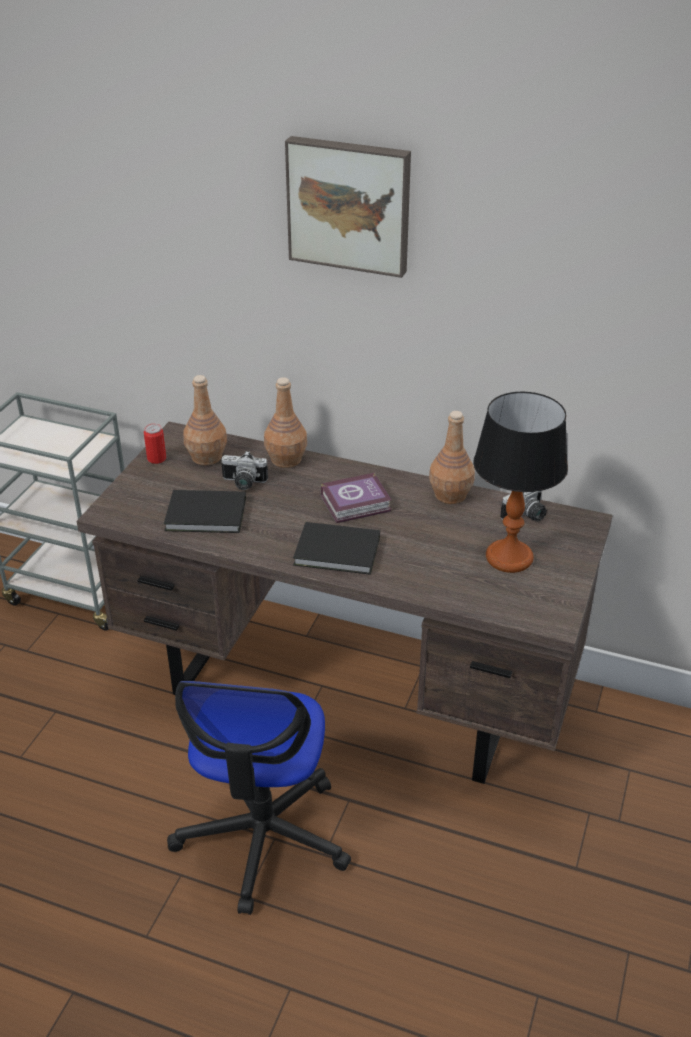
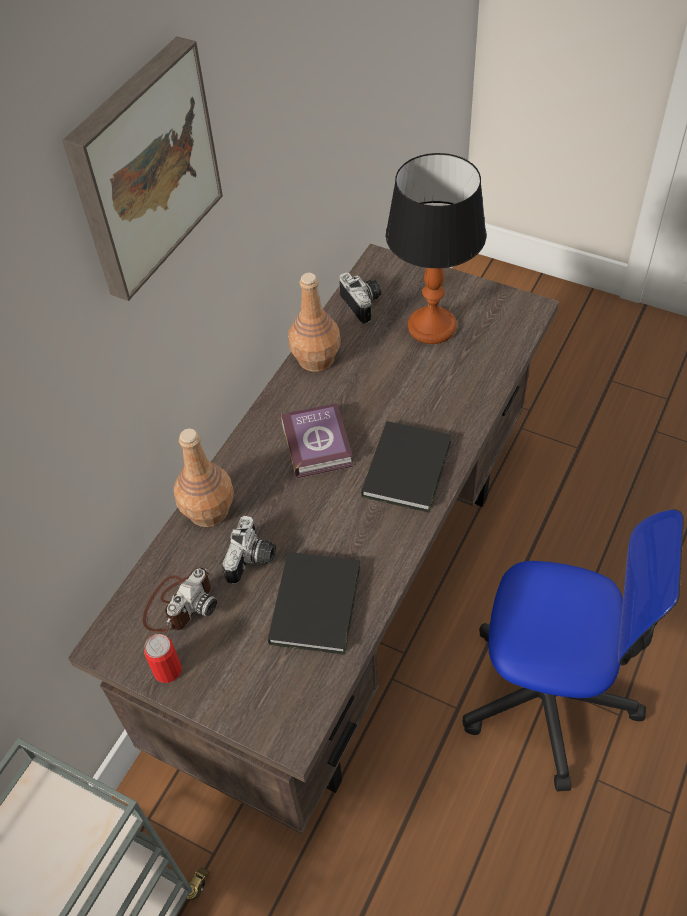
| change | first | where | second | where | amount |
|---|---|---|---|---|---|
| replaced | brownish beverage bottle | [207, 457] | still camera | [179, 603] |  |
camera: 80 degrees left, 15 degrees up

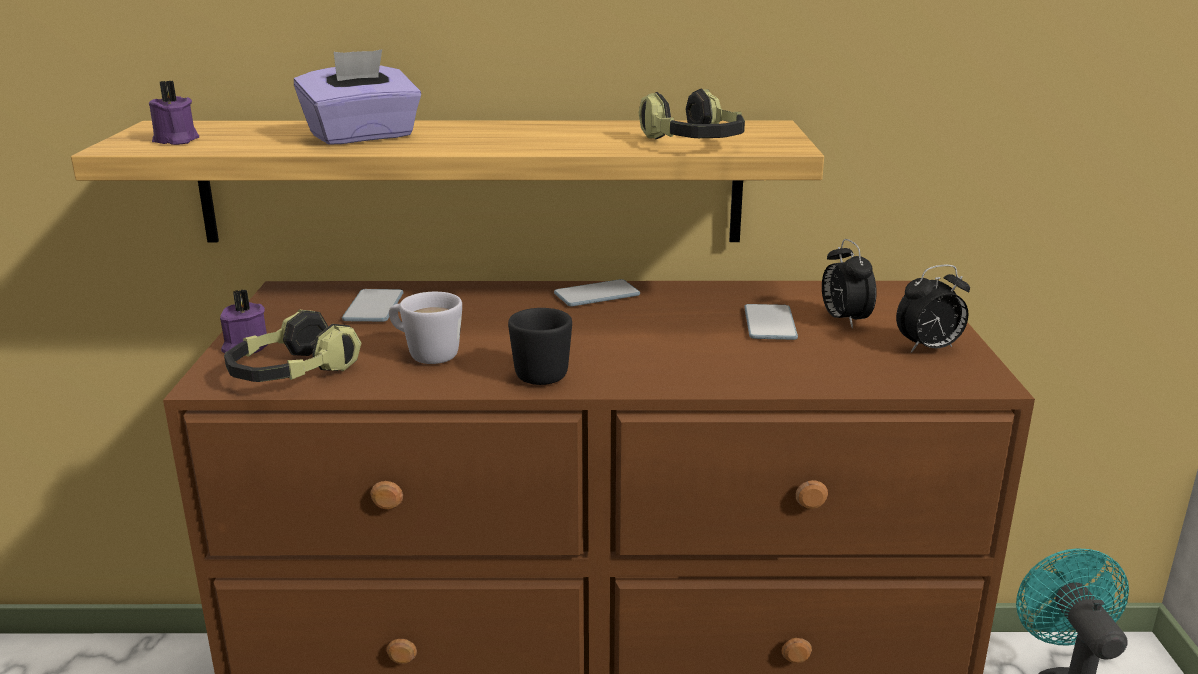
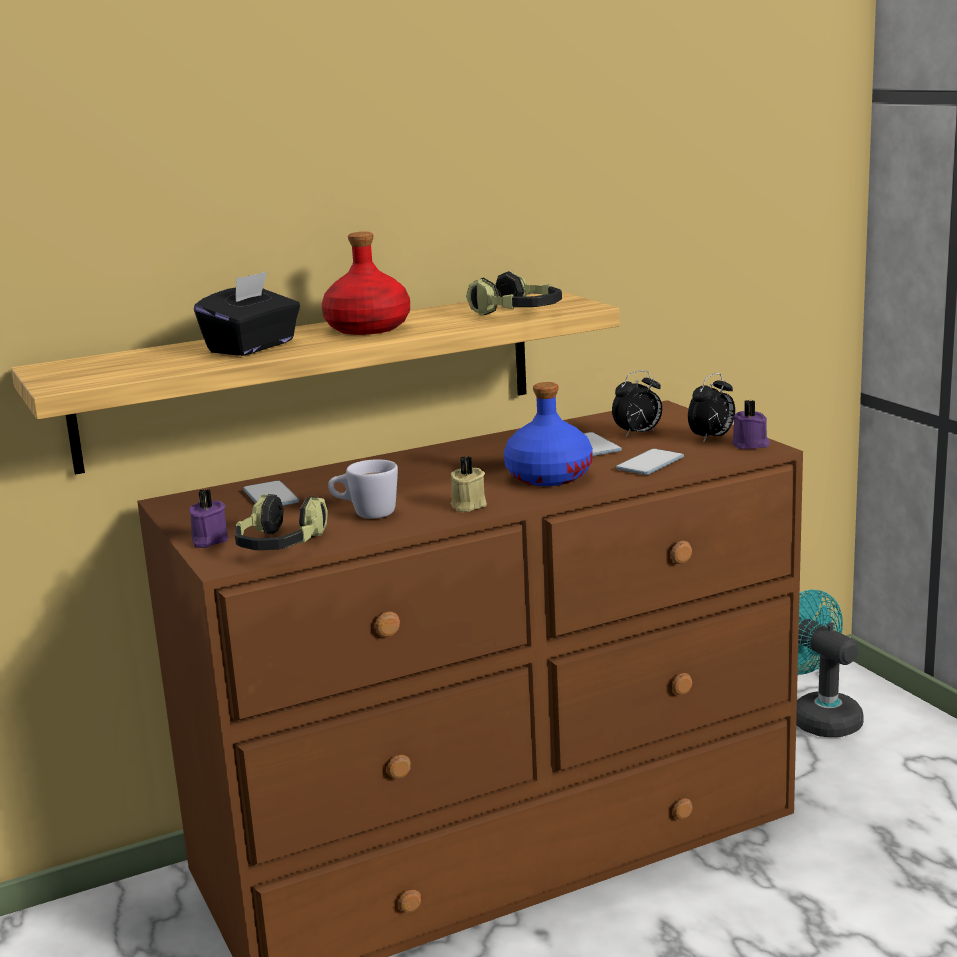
| change | first | where | second | where | amount |
|---|---|---|---|---|---|
| added |  |  | red beverage bottle | [369, 328] |  |
| added |  |  | blue-coloured beverage bottle | [548, 476] |  |
| moved | purplish wax light | [175, 140] |  | [751, 445] |  |
| moved | telephone | [596, 295] |  | [650, 464] |  |
| replaced | black-coloured tea mug | [536, 373] | beige wax light | [467, 506] |  |
| recoloured | purplish box of tissues | [362, 136] | black-coloured box of tissues | [252, 347] |  |
| turned | table clock | [844, 320] |  | [638, 434] | 75 degrees counterclockwise |
camera: 25 degrees left, 5 degrees down

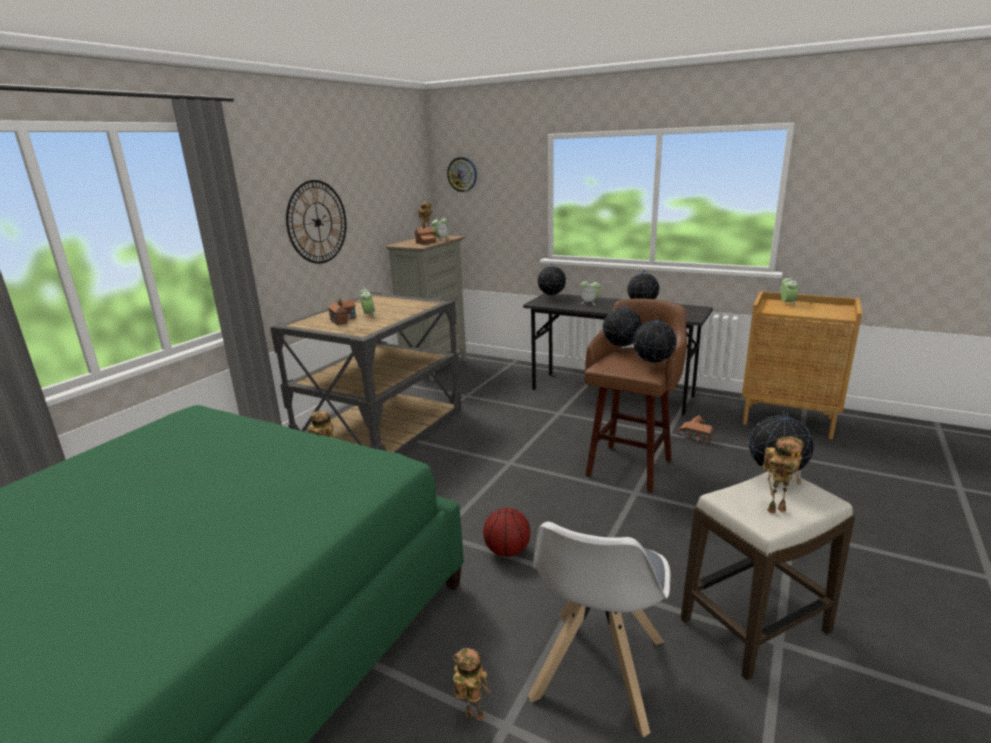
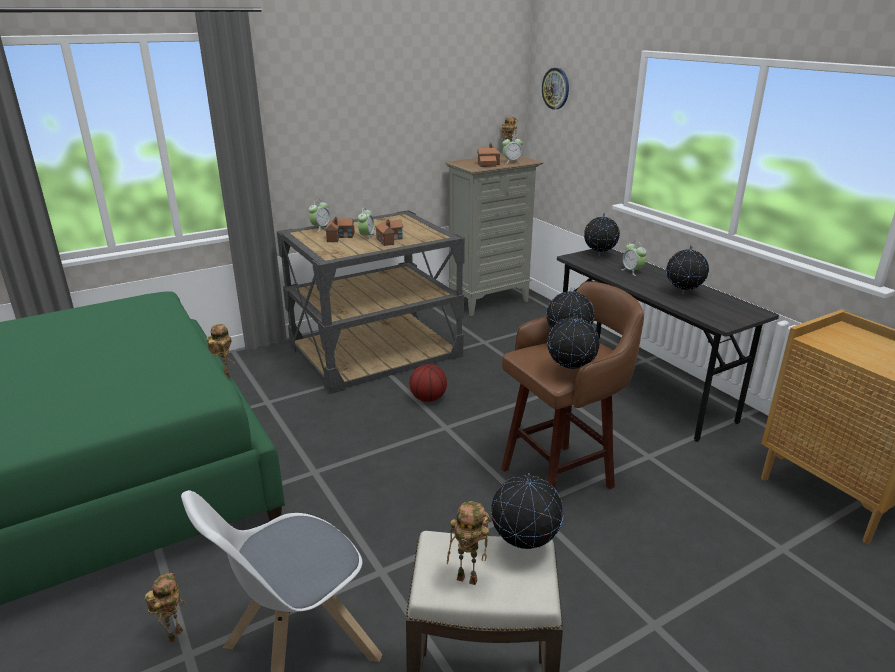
| change | first | where | second | where | amount |
|---|---|---|---|---|---|
| removed | wall clock | [317, 222] |  |  |  |
| moved | ball for basketball | [507, 551] |  | [428, 398] |  |
| moved | toy house | [695, 435] |  | [389, 239] |  |
| moved | table clock | [787, 303] |  | [320, 228] |  |
| turned | model robot | [472, 717] |  | [174, 634] | 60 degrees clockwise |
camera: 30 degrees right, 5 degrees up

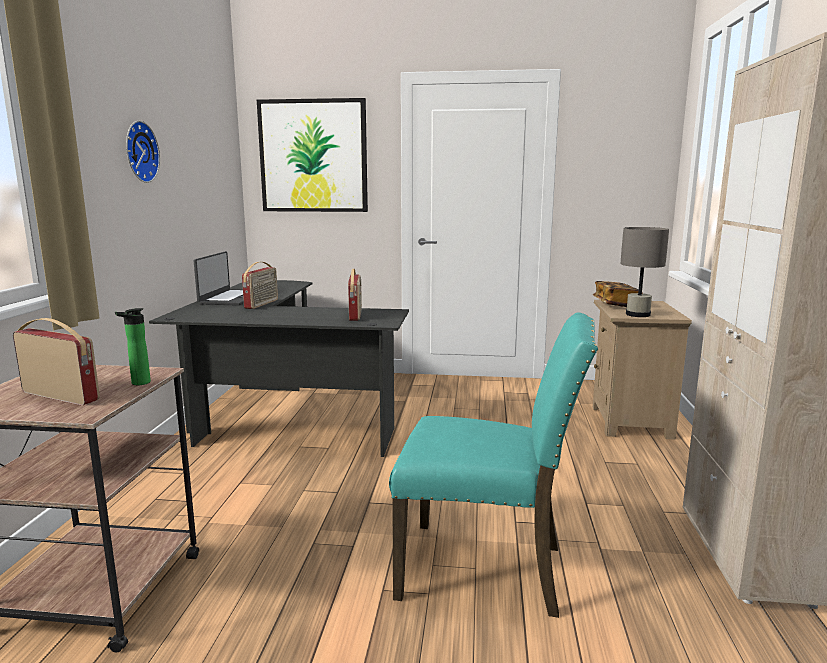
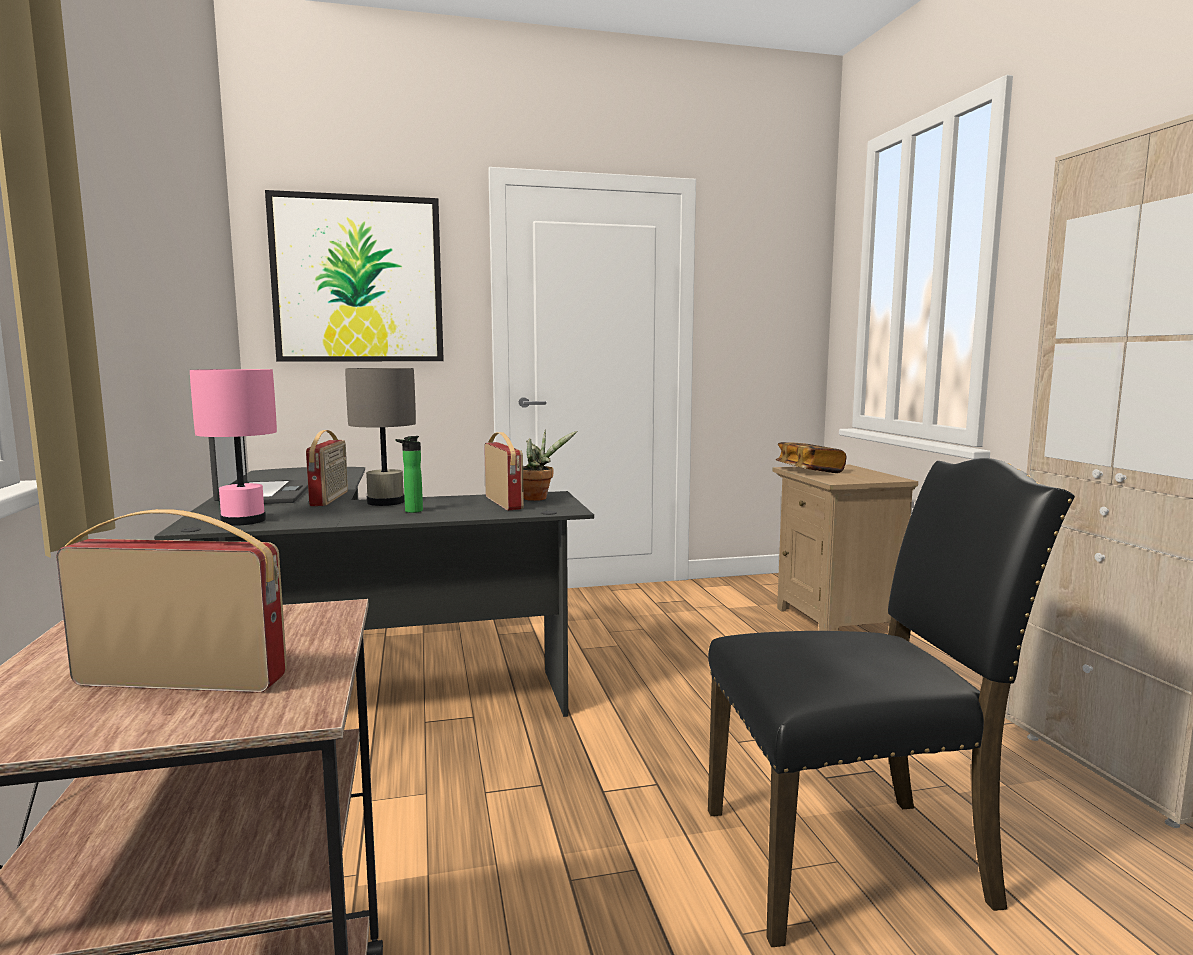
| change | first | where | second | where | amount |
|---|---|---|---|---|---|
| removed | wall clock | [138, 152] |  |  |  |
| added |  |  | pink-coloured table lamp | [244, 521] |  |
| added |  |  | plant in a pot | [538, 498] |  |
| moved | beverage bottle | [138, 383] |  | [411, 511] |  |
| moved | gray table lamp | [638, 314] |  | [386, 502] |  |
| recoloured | turquoise plain chair | [486, 569] | black-coloured plain chair | [853, 859] |  |
camera: 20 degrees left, 5 degrees down

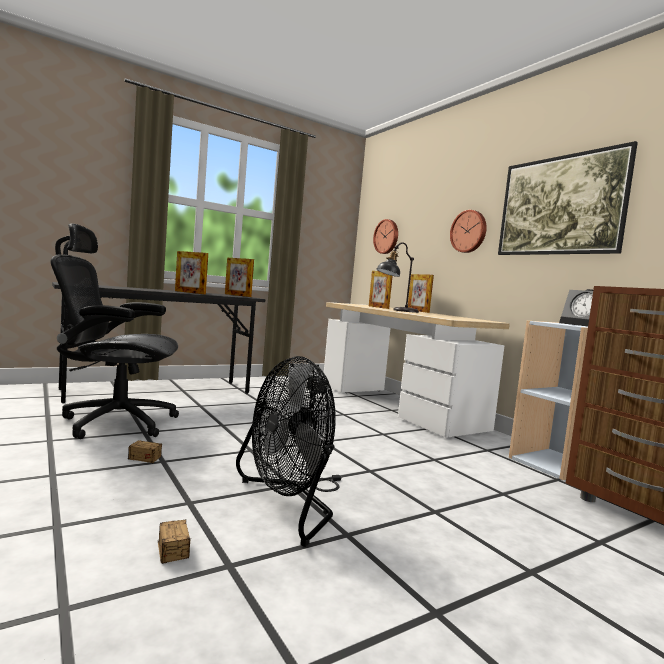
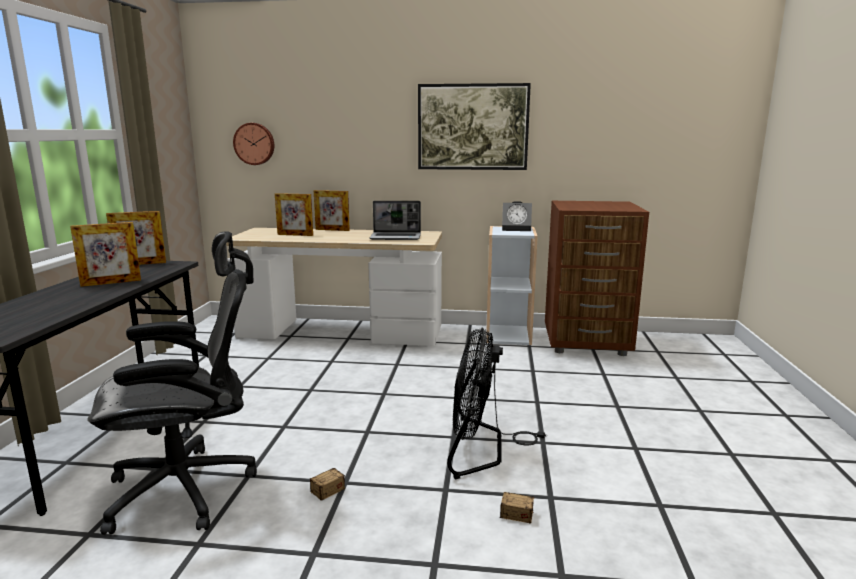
| change | first | where | second | where | amount |
|---|---|---|---|---|---|
| removed | gray table lamp | [396, 310] |  |  |  |
| removed | wall clock | [469, 231] |  |  |  |
| added |  |  | laptop | [396, 237] |  |
| turned | desk chair | [113, 422] |  | [189, 489] | 150 degrees counterclockwise |
| turned | black-coloured electric fan | [293, 502] |  | [483, 445] | 90 degrees clockwise |
camera: 50 degrees left, 10 degrees up

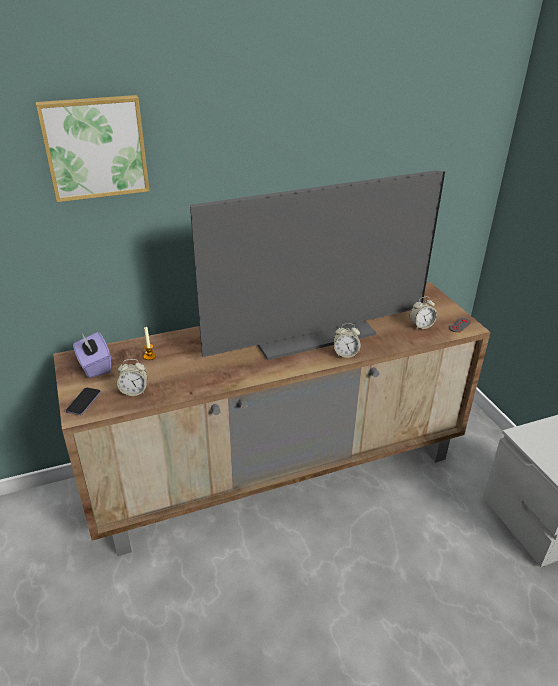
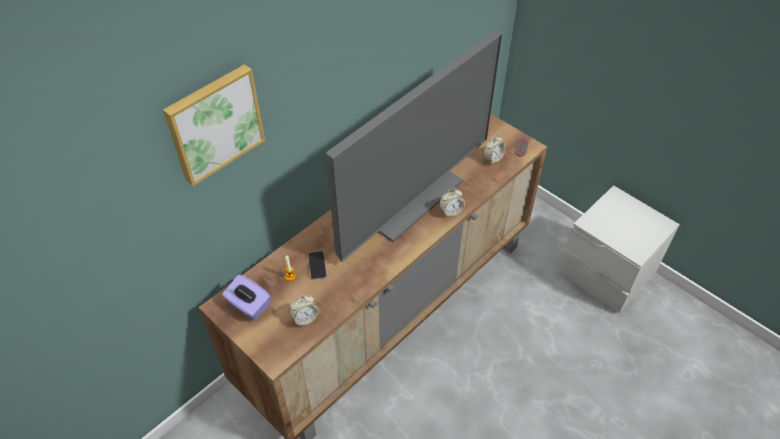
| change | first | where | second | where | amount |
|---|---|---|---|---|---|
| moved | telephone | [83, 402] |  | [317, 266] |  |
camera: 25 degrees left, 15 degrees up

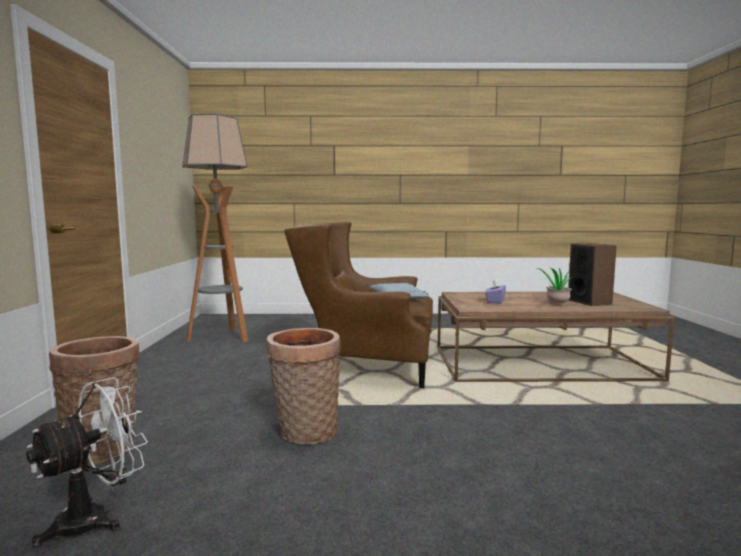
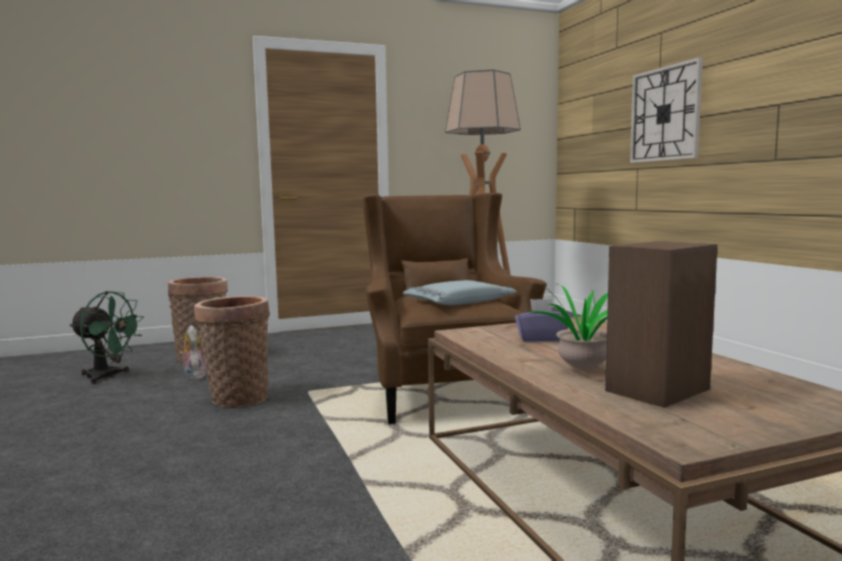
| change | first | where | second | where | amount |
|---|---|---|---|---|---|
| added |  |  | plush toy | [193, 376] |  |
| added |  |  | wall clock | [665, 114] |  |
| recoloured | white-coloured electric fan | [95, 518] | green-coloured electric fan | [108, 377] |  |
camera: 70 degrees right, 0 degrees up

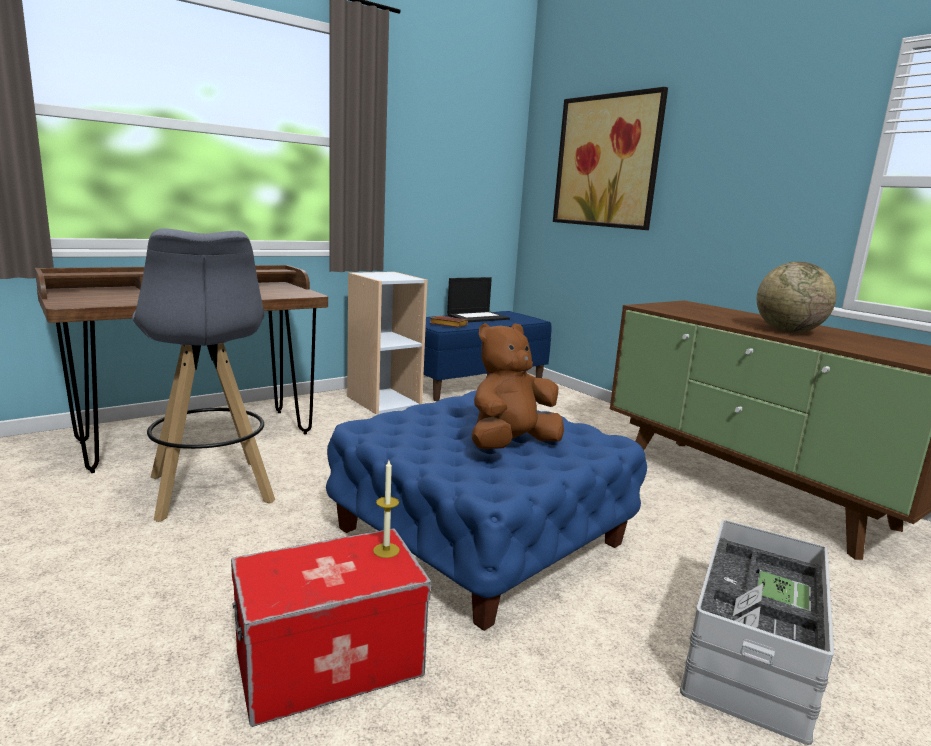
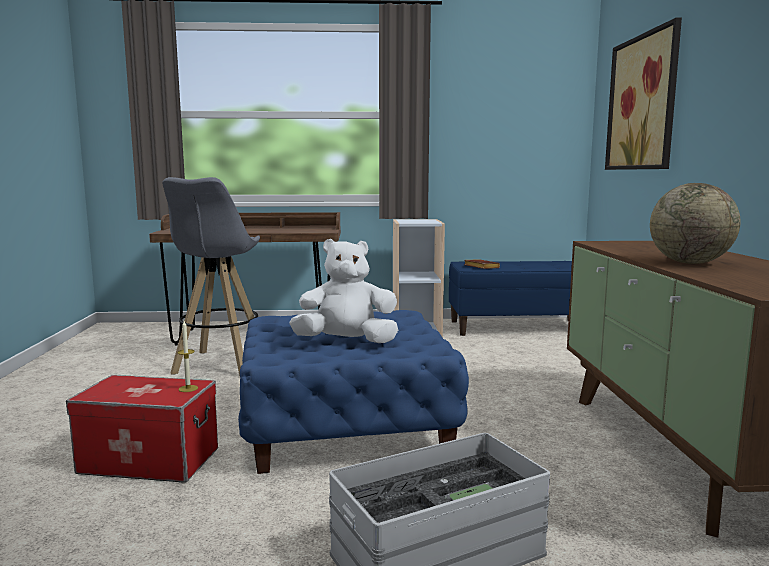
| change | first | where | second | where | amount |
|---|---|---|---|---|---|
| removed | laptop | [478, 317] |  |  |  |
| recoloured | brownish plush toy | [511, 445] | white-coloured plush toy | [347, 342] |  |
camera: 35 degrees right, 5 degrees down

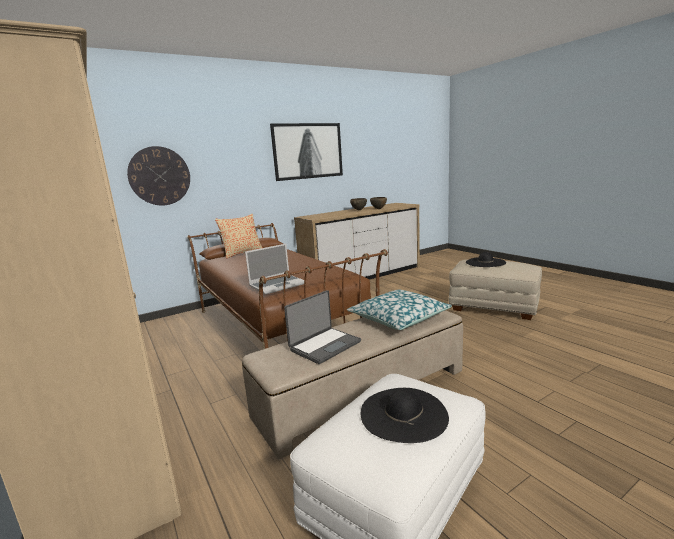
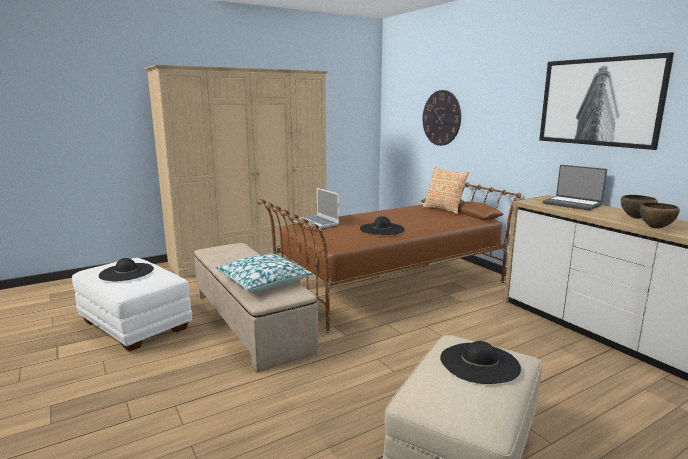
| change | first | where | second | where | amount |
|---|---|---|---|---|---|
| added |  |  | black-coloured clothing hat | [382, 229] |  |
| moved | laptop | [324, 345] |  | [572, 204] |  |
camera: 90 degrees right, 0 degrees up

